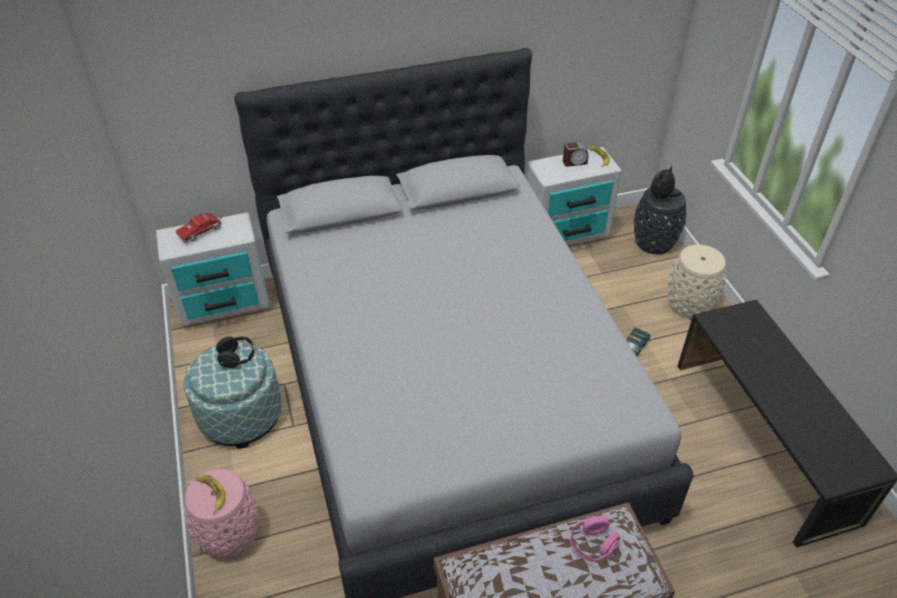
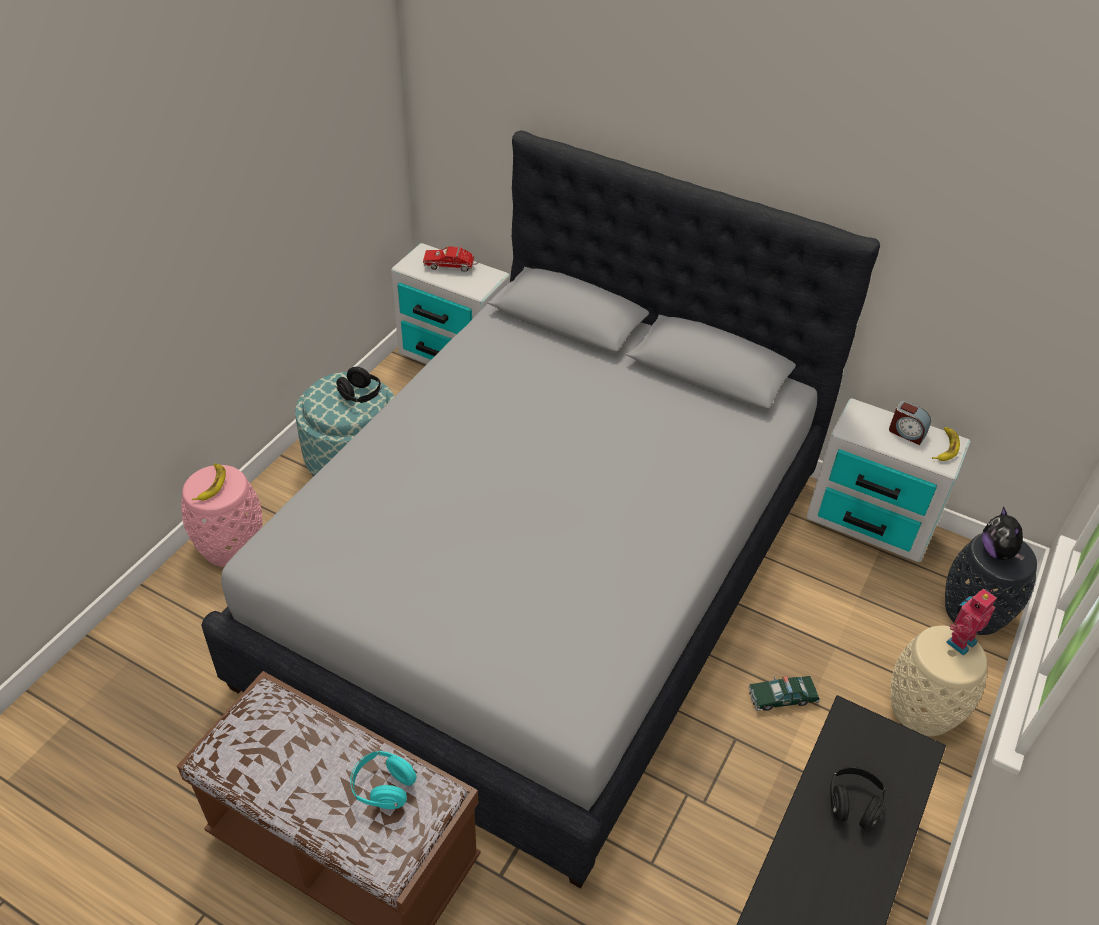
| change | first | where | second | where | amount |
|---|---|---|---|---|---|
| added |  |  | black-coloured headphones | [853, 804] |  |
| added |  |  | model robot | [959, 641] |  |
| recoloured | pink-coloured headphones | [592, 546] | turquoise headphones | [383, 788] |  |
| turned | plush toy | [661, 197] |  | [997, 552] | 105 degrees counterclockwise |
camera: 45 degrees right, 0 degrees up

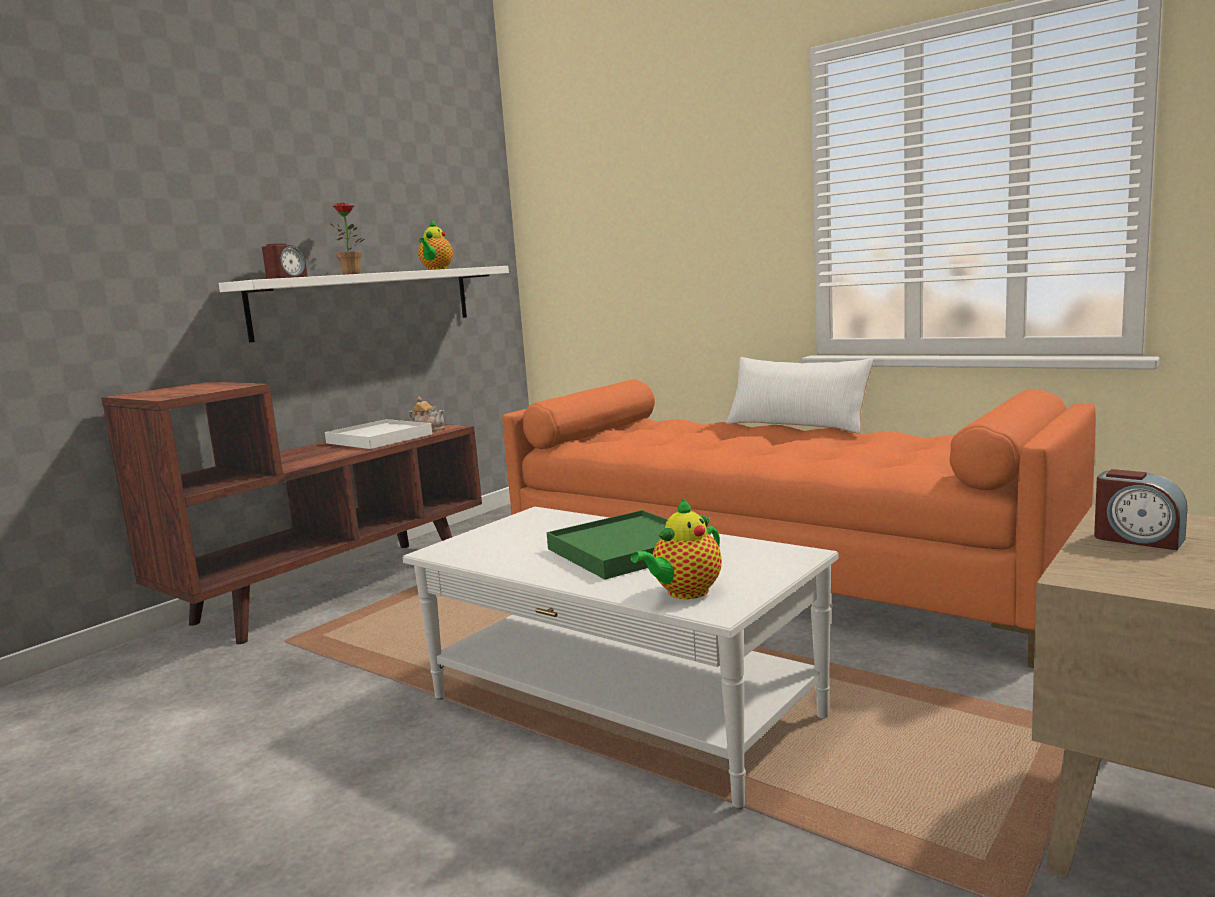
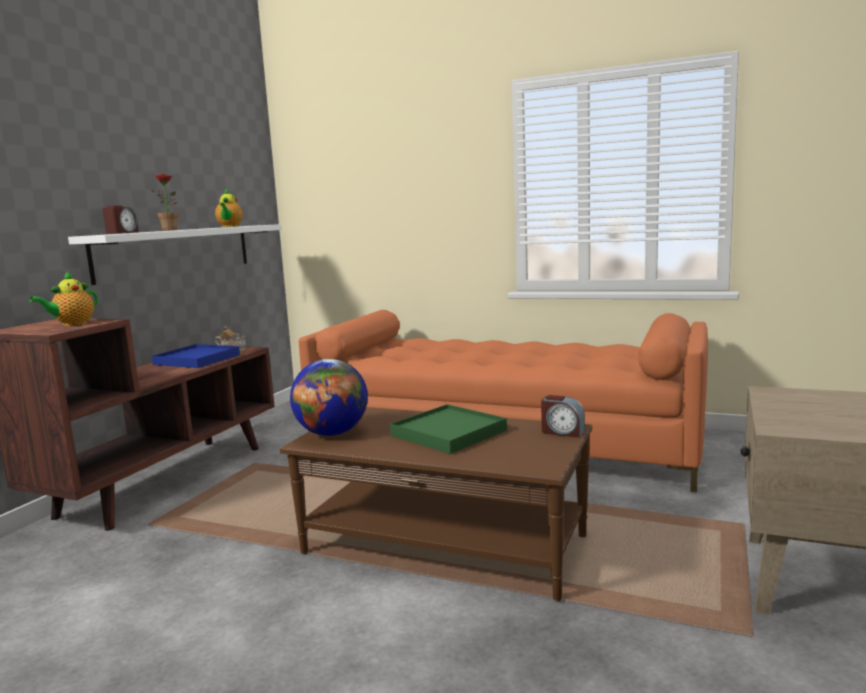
| change | first | where | second | where | amount |
|---|---|---|---|---|---|
| removed | white-coloured pillow | [797, 425] |  |  |  |
| added |  |  | globe | [332, 433] |  |
| moved | pot for tea | [684, 593] |  | [72, 324] |  |
| moved | table clock | [1137, 539] |  | [562, 432] |  |
| recoloured | white-coloured serving tray | [379, 439] | blue-coloured serving tray | [197, 359] |  |
| recoloured | white-coloured low table | [623, 708] | brownish low table | [445, 545] |  |
camera: 15 degrees left, 0 degrees up

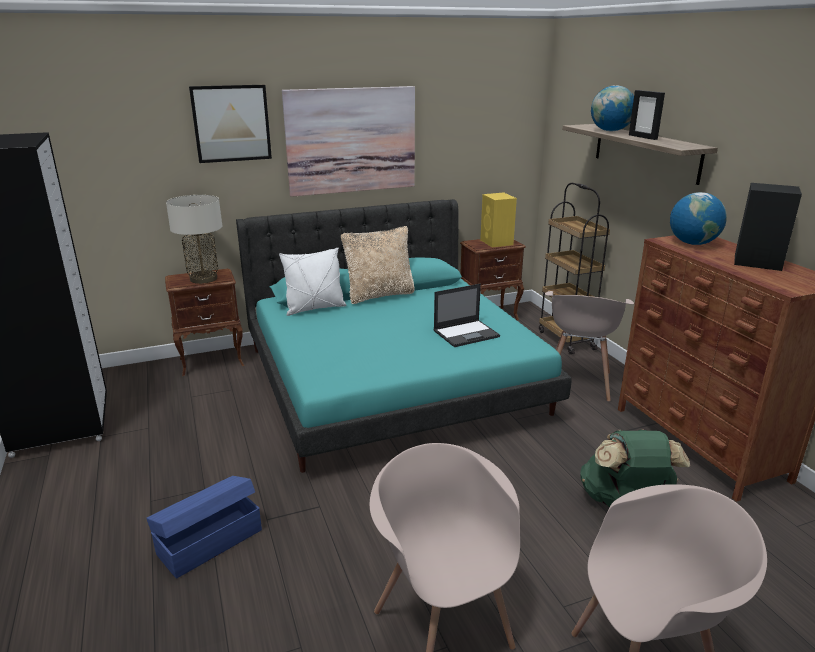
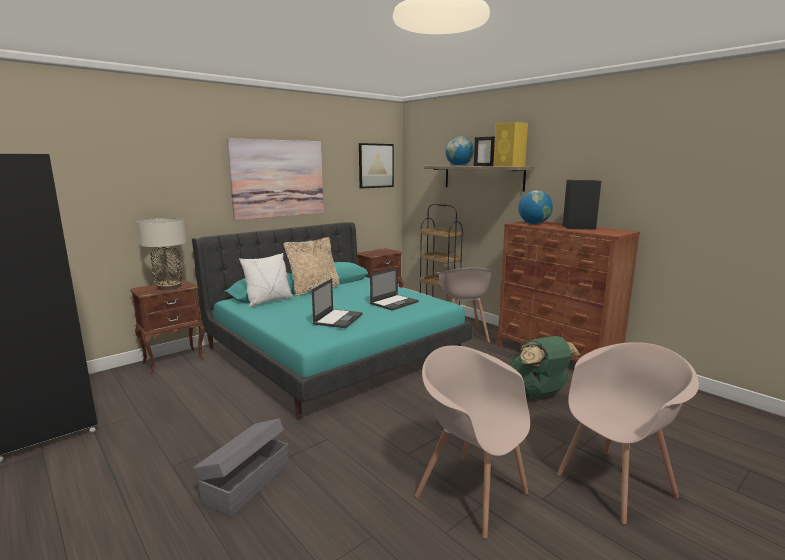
| change | first | where | second | where | amount |
|---|---|---|---|---|---|
| added |  |  | laptop | [338, 319] |  |
| moved | wall art | [231, 123] |  | [376, 165] |  |
| moved | yellow speaker | [497, 242] |  | [509, 166] |  |
| recoloured | blue-coloured storage container | [208, 541] | gray storage container | [245, 483] |  |
camera: 20 degrees left, 10 degrees down

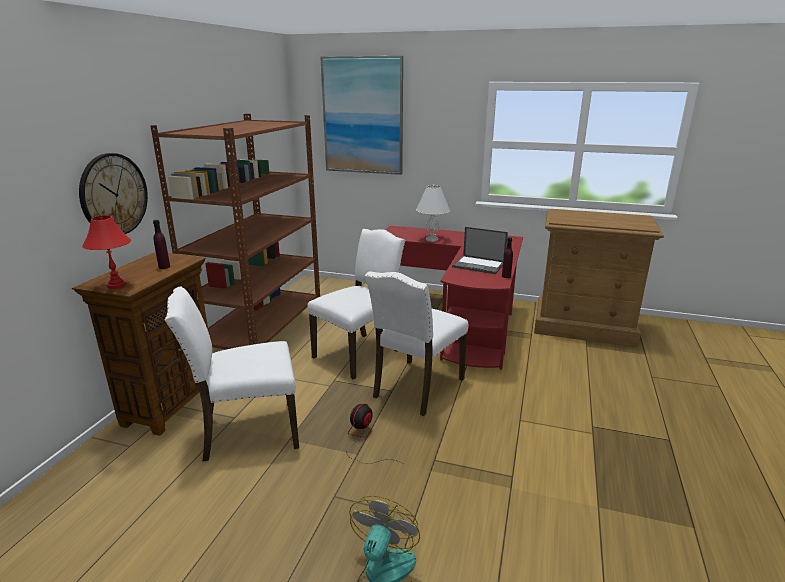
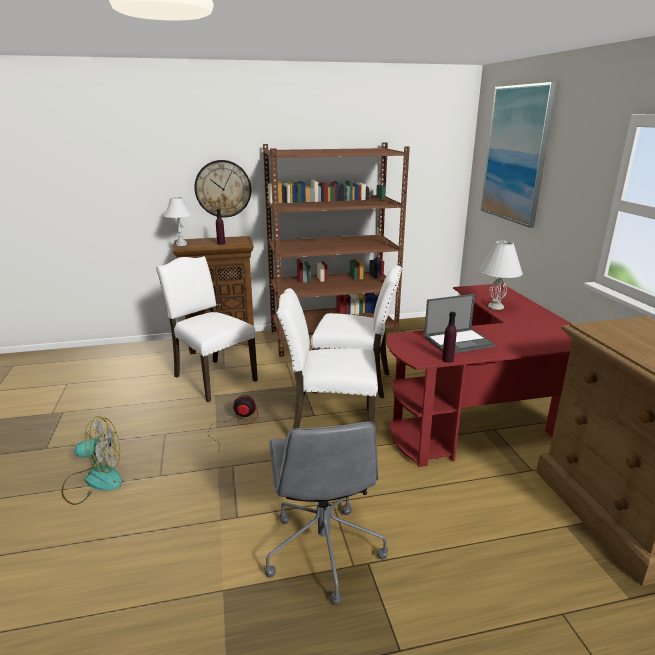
| change | first | where | second | where | amount |
|---|---|---|---|---|---|
| added |  |  | gray desk chair | [322, 547] |  |
| recoloured | red table lamp | [117, 286] | white-coloured table lamp | [181, 244] |  |
| turned | laptop | [479, 265] |  | [459, 341] | 105 degrees counterclockwise |
camera: 60 degrees right, 0 degrees up

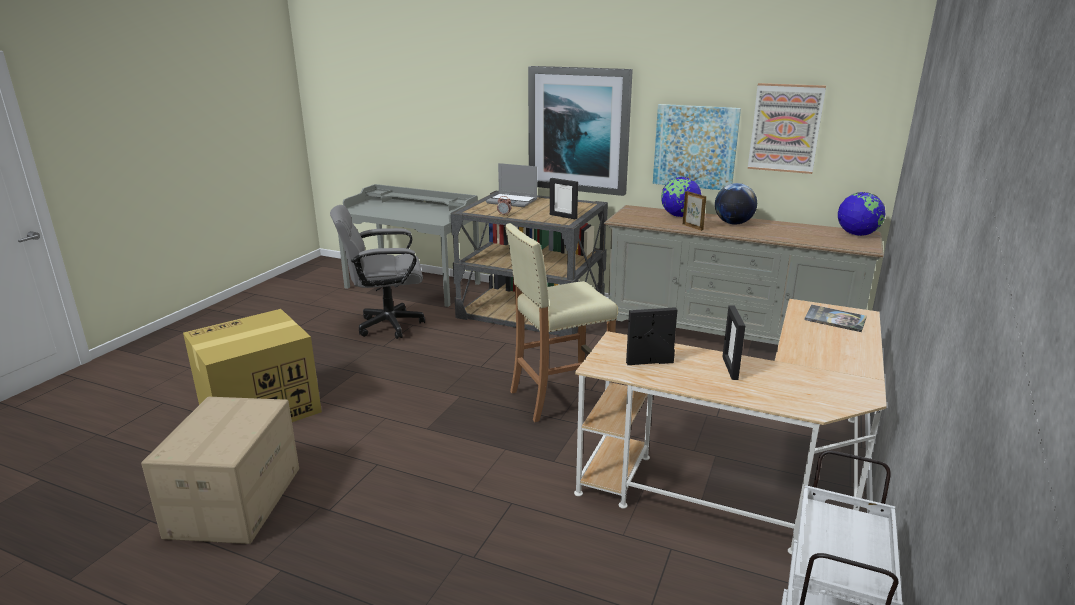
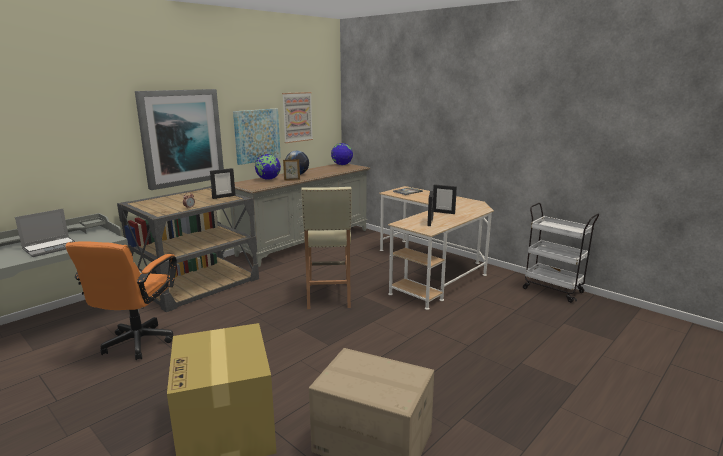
| change | first | where | second | where | amount |
|---|---|---|---|---|---|
| moved | laptop | [512, 201] |  | [51, 247] |  |
| recoloured | gray desk chair | [386, 327] | orange-coloured desk chair | [137, 345] |  |
camera: 70 degrees left, 5 degrees down

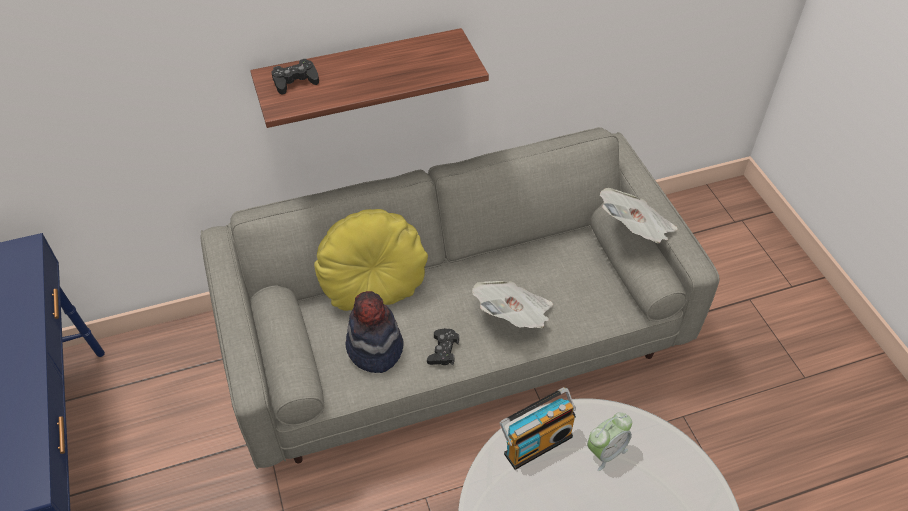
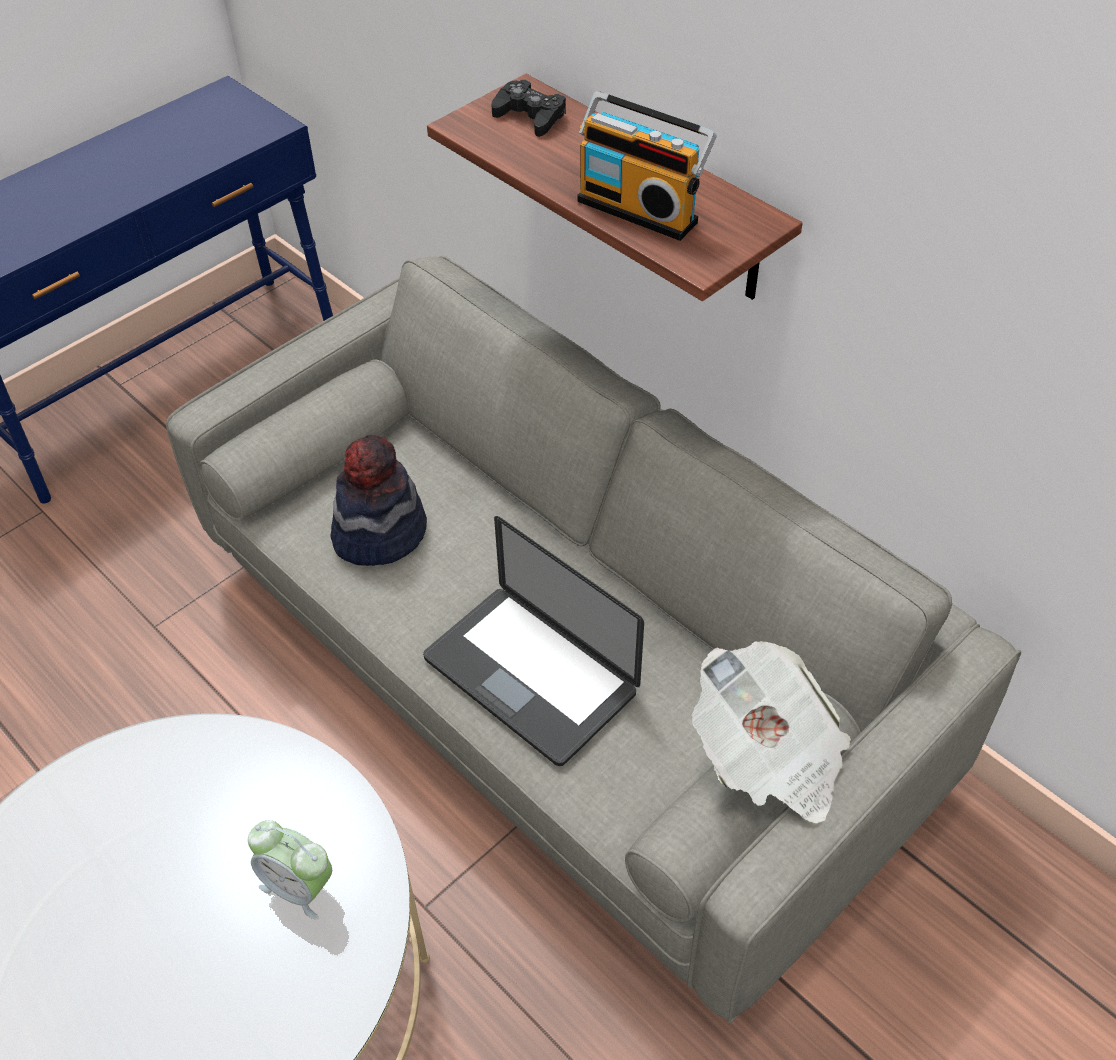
| change | first | where | second | where | amount |
|---|---|---|---|---|---|
| removed | yellow pillow | [375, 292] |  |  |  |
| removed | black-coloured gamepad | [443, 351] |  |  |  |
| moved | radio set | [536, 442] |  | [640, 209] |  |
| replaced | daily paper | [514, 316] | laptop | [530, 676] |  |
camera: 65 degrees right, 0 degrees up

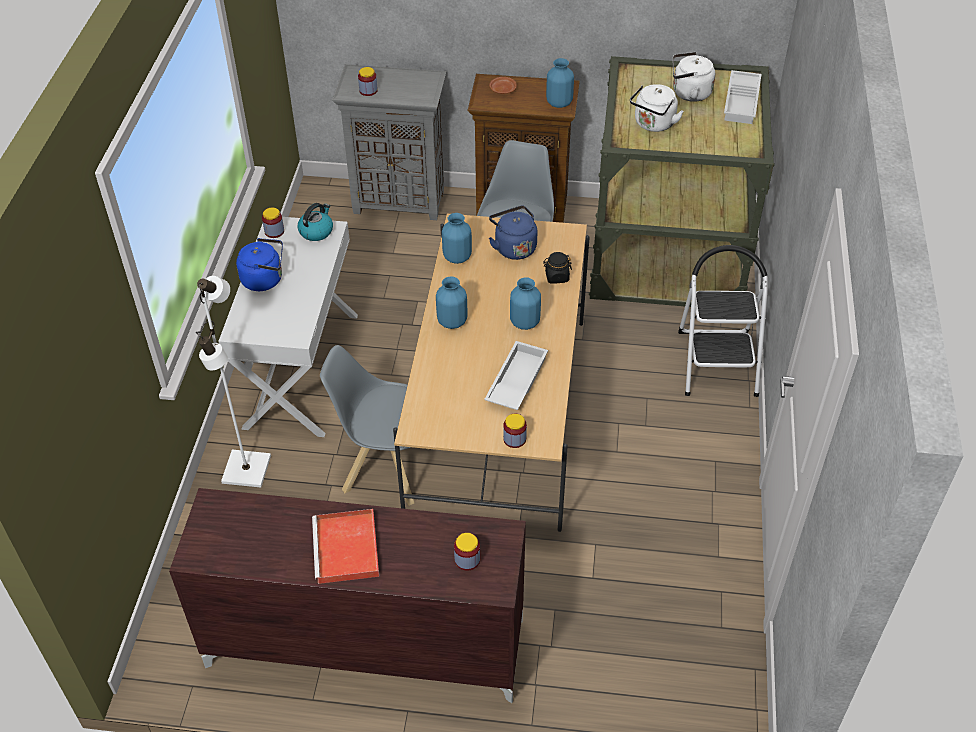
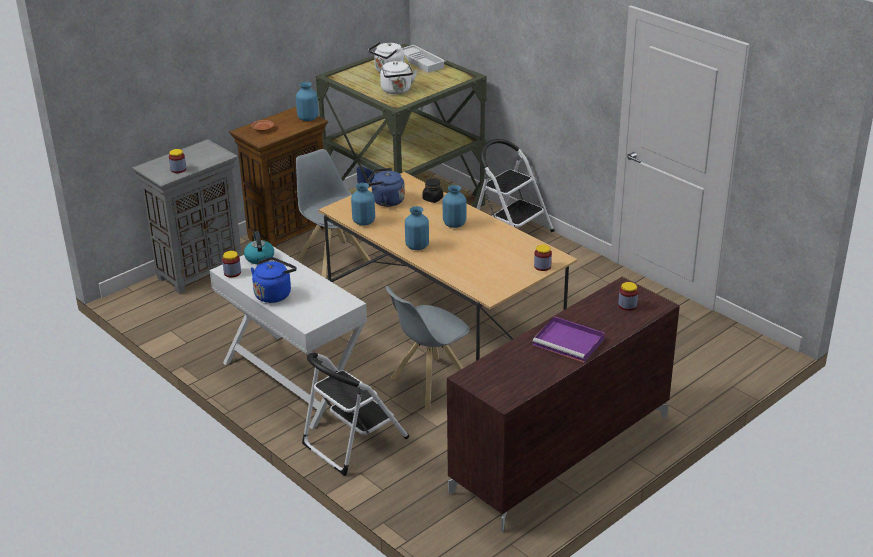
| change | first | where | second | where | amount |
|---|---|---|---|---|---|
| removed | white-coloured serving tray | [515, 381] |  |  |  |
| replaced | white-coloured standard lamp | [246, 469] | step stool | [352, 442] |  |
| recoloured | red serving tray | [347, 550] | purplish serving tray | [570, 342] |  |
camera: 50 degrees left, 15 degrees down

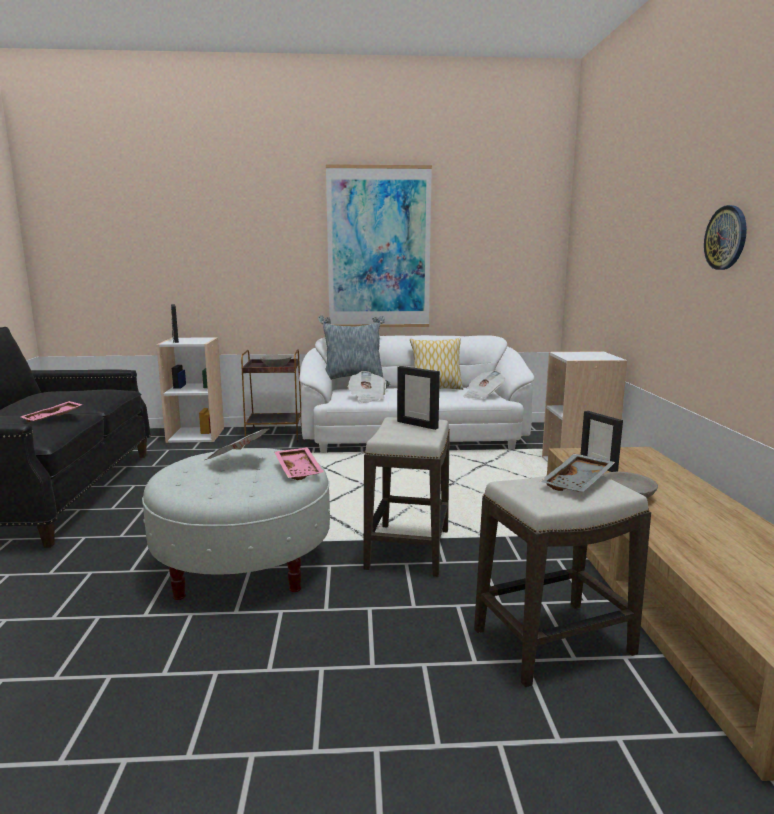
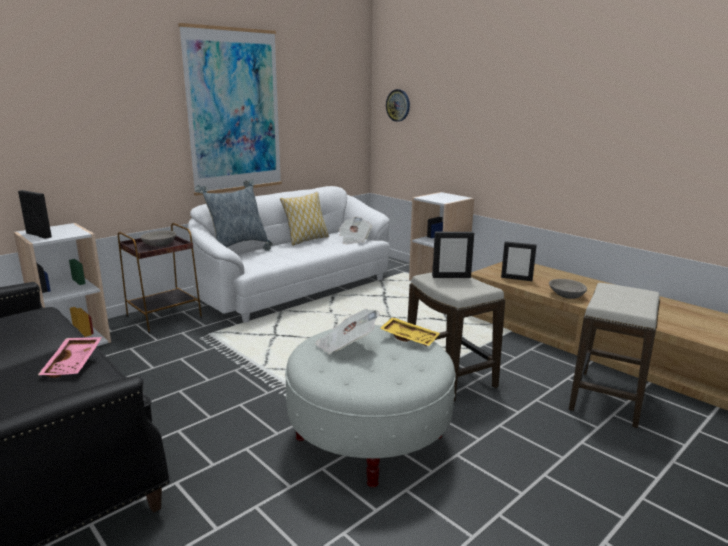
| change | first | where | second | where | amount |
|---|---|---|---|---|---|
| removed | daily paper | [367, 398] |  |  |  |
| removed | gray serving tray | [579, 483] |  |  |  |
| moved | wall clock | [726, 238] |  | [398, 105] |  |
| recoloured | pink-coloured serving tray | [299, 470] | yellow serving tray | [410, 338] |  |
camera: 40 degrees left, 5 degrees up

